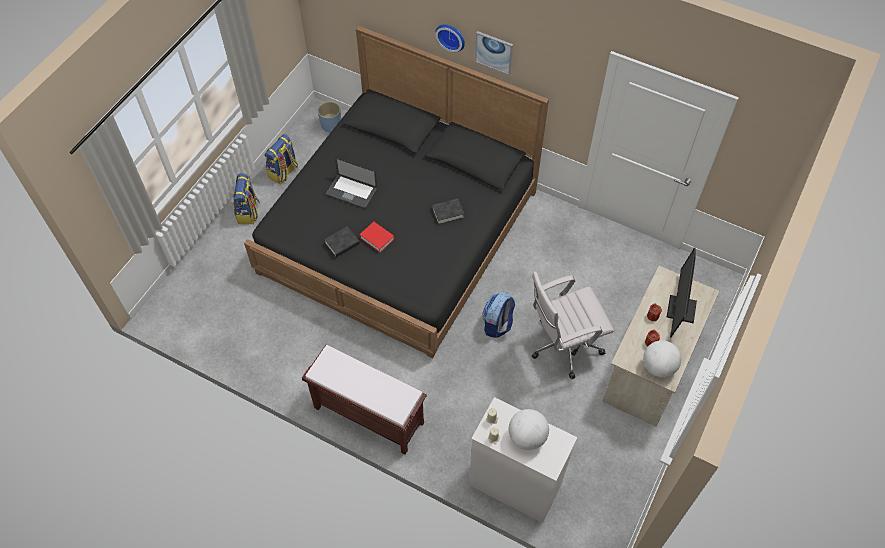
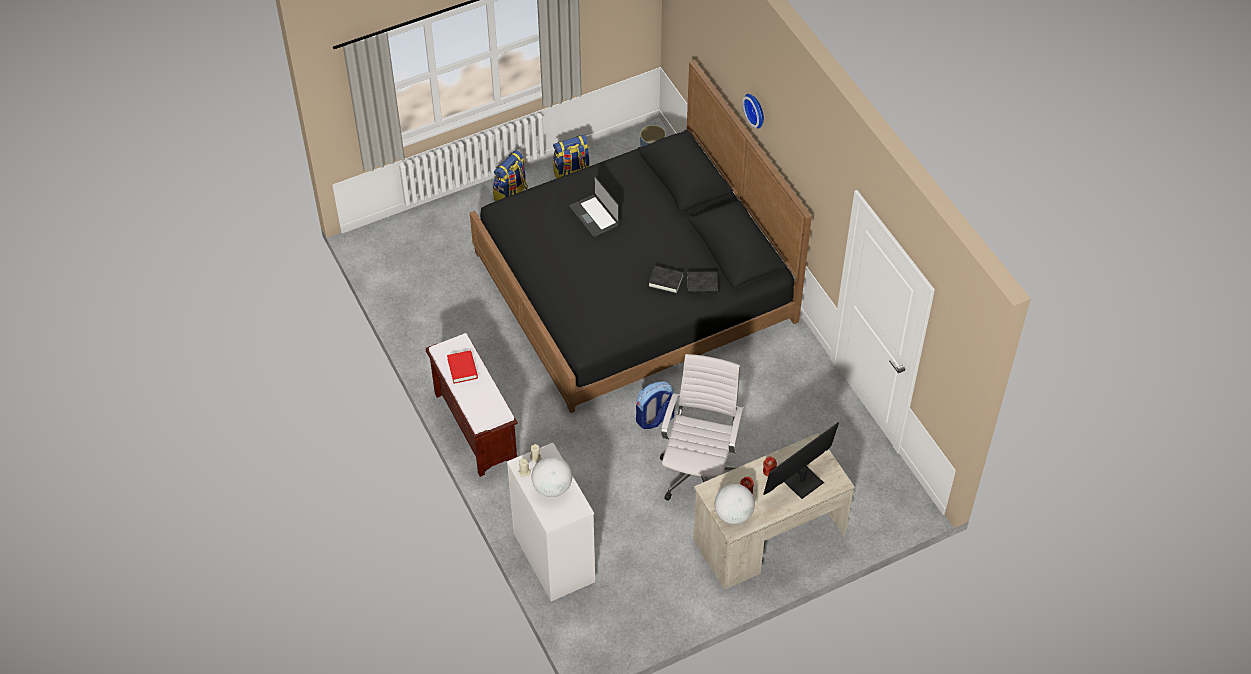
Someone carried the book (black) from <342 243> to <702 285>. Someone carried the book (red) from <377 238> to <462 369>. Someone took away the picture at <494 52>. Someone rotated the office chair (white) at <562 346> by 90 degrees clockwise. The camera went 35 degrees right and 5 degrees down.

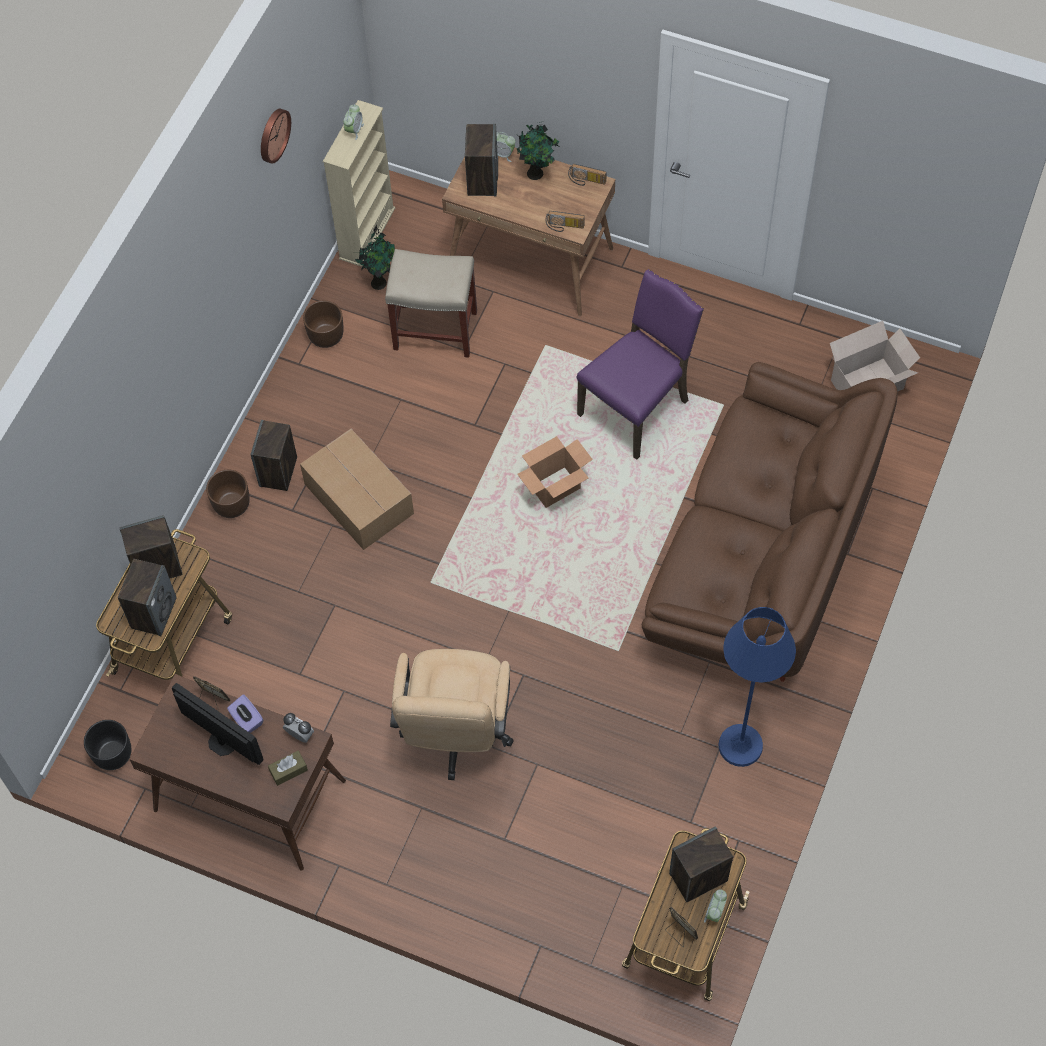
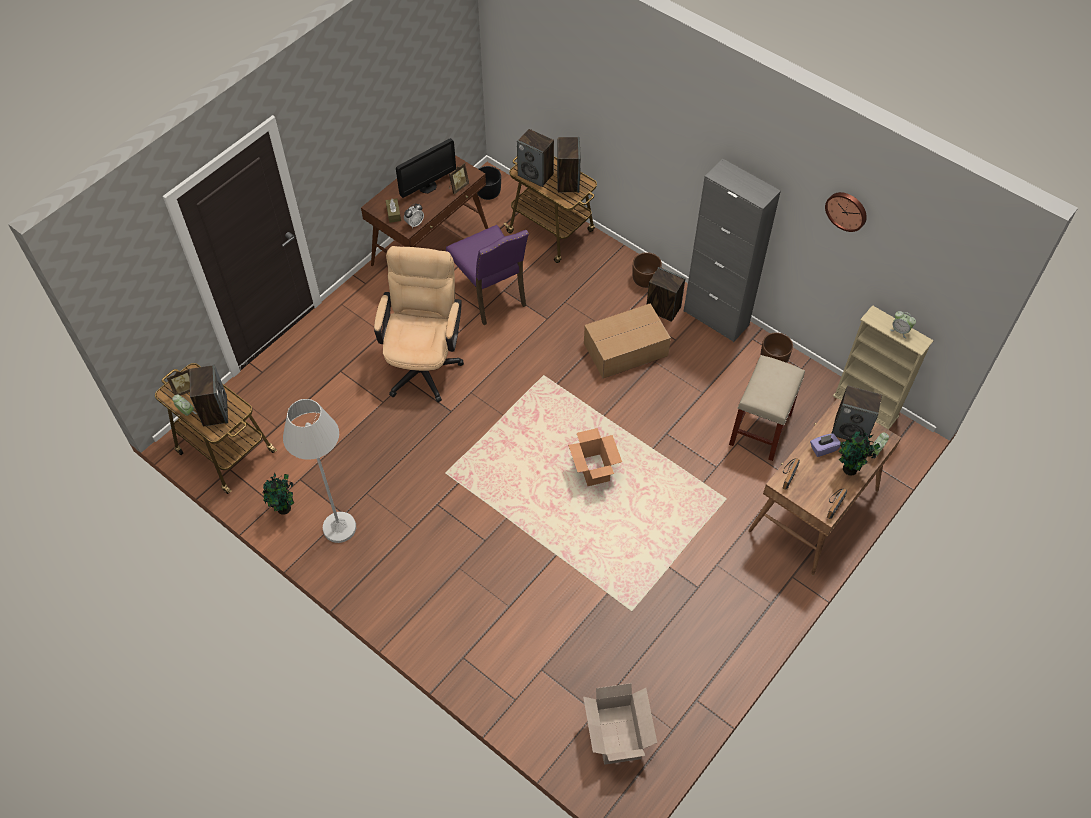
Someone carried the tissue box (purple) from <247 720> to <823 448>. Someone carried the potted plant from <379 282> to <284 509>. Someone rotated the office chair (beige) at <456 734> by 75 degrees clockwise. Someone carried the chair (purple) from <637 408> to <490 295>. Someone took away the sofa (brown) at <761 555>. Someone repainted the floor lamp (blue) at <740 746>, which became the floor lamp (white) at <339 527>. Someone put down the cabinet (grey) at <716 318>. The camera went 105 degrees right and 5 degrees down.

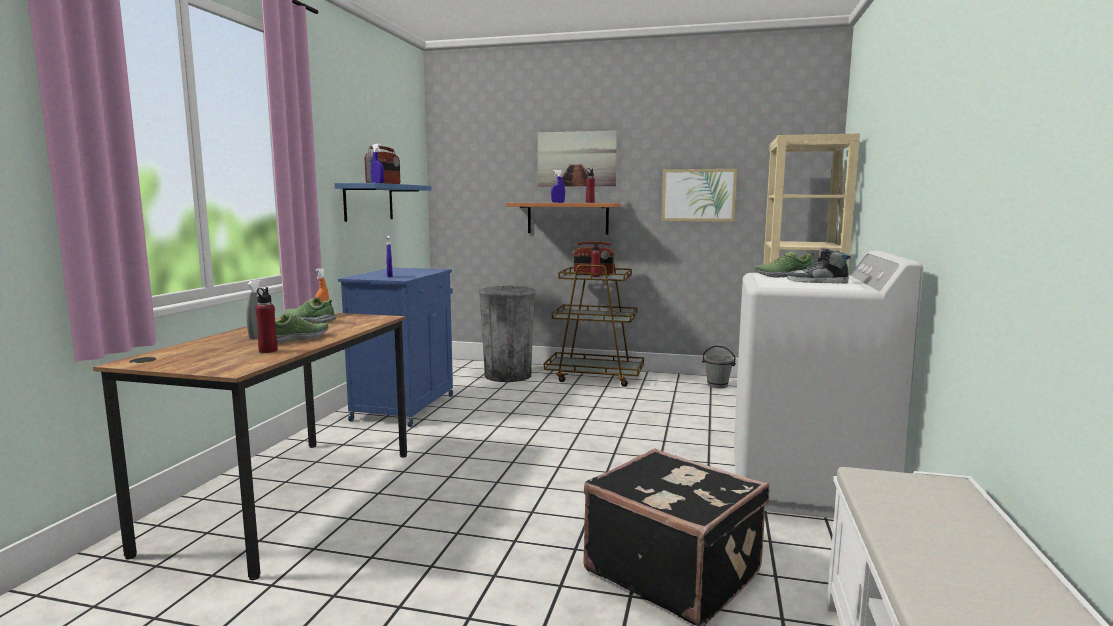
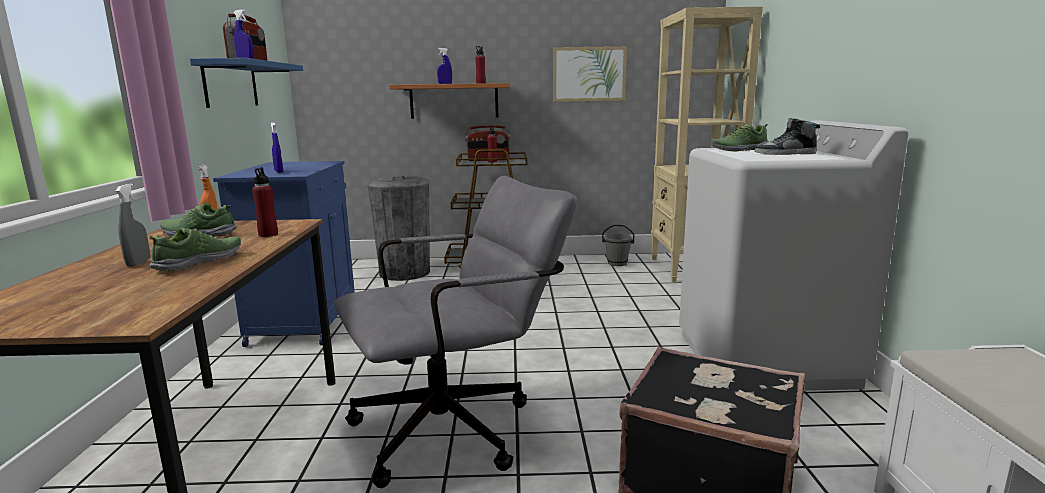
Someone carried the bottle (red) from <268 351> to <268 235>. Someone took away the picture at <576 159>. Someone put down the office chair (grey) at <458 426>. The camera went 15 degrees left and 5 degrees up.

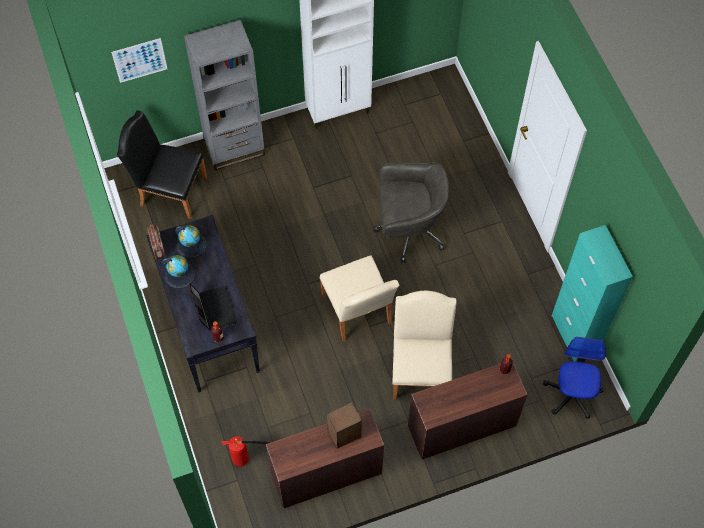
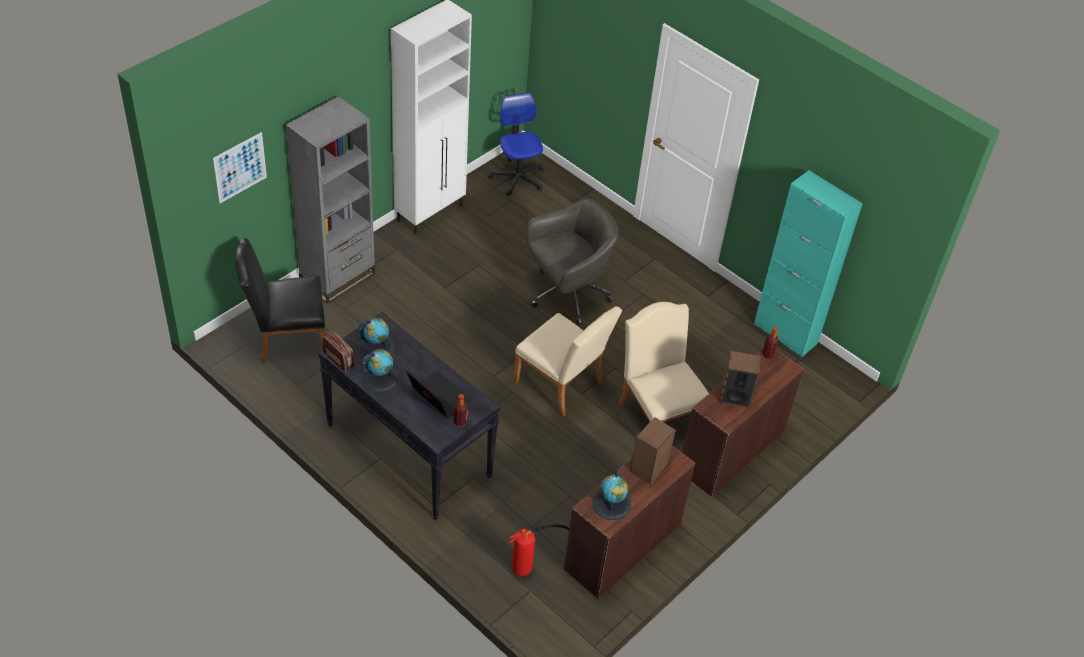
Someone carried the office chair from <572 394> to <518 178>. Someone put down the globe at <611 503>. Someone put down the speaker at <735 396>. The camera went 30 degrees left and 15 degrees down.

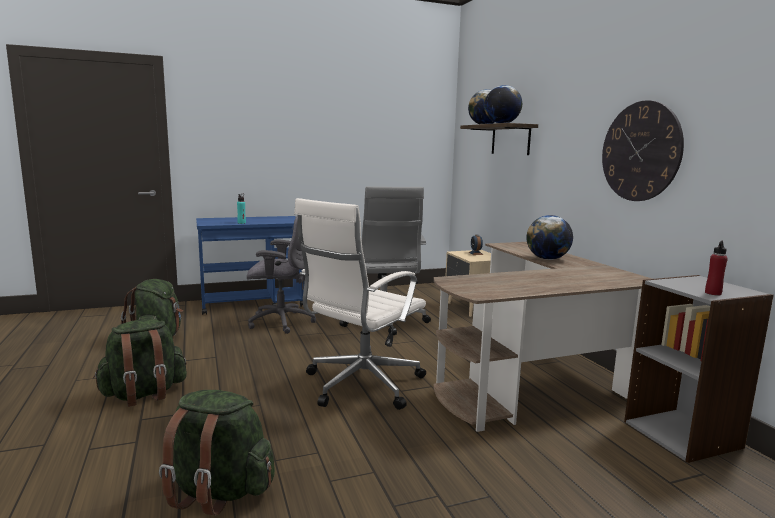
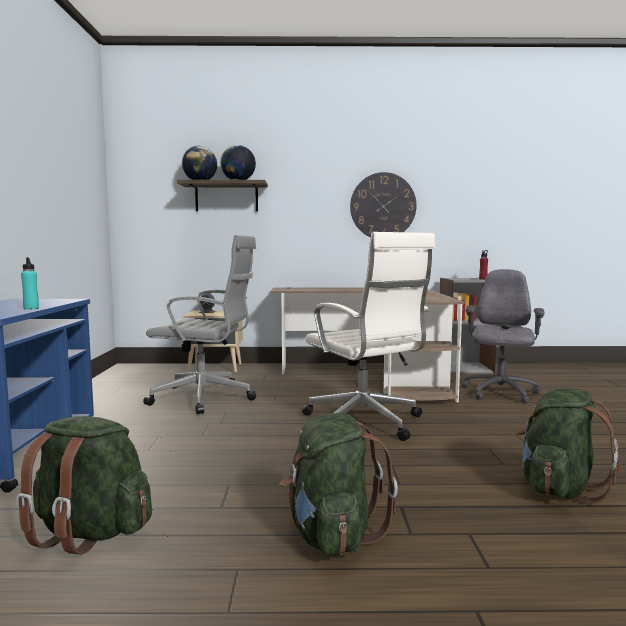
Someone carried the office chair (grey) from <280 322> to <499 393>. Someone took away the globe at <547 259>. The camera went 70 degrees left and 5 degrees down.

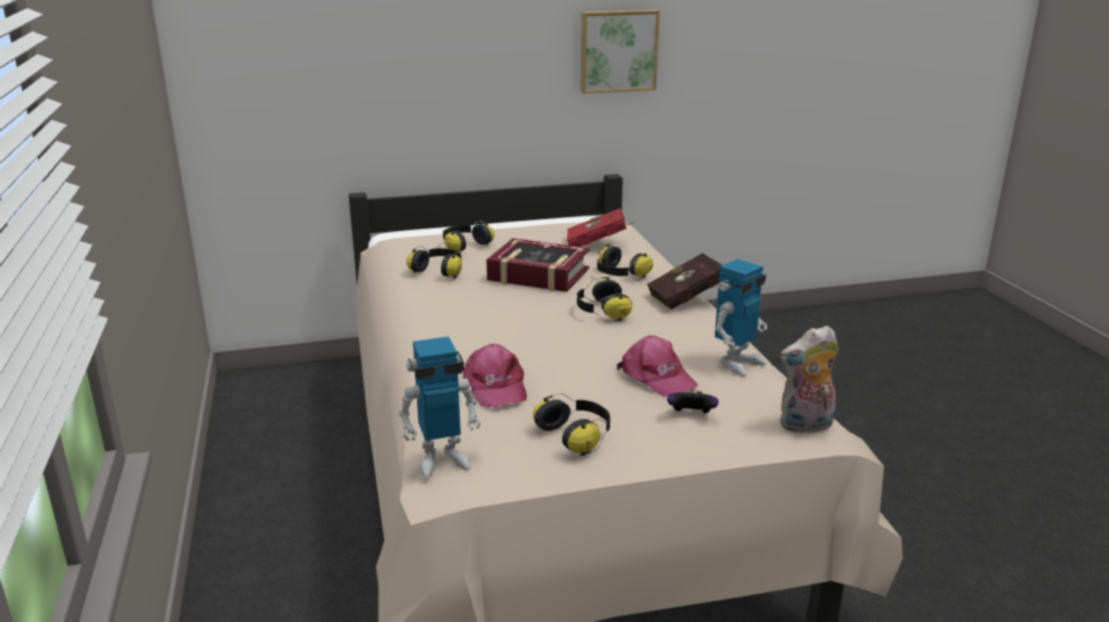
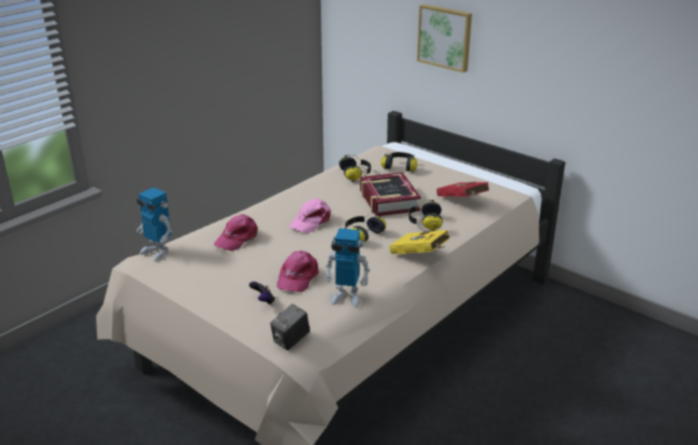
Someone took away the headphones at <576 436>. Someone carried the picture from <618 51> to <445 37>. Someone repainted the book (red) at <690 299>, which became the book (yellow) at <420 255>. Someone swapped the plush toy at <805 426> for the photo camera at <291 341>. Someone put down the cap (pink) at <311 221>. The camera went 55 degrees right and 5 degrees up.

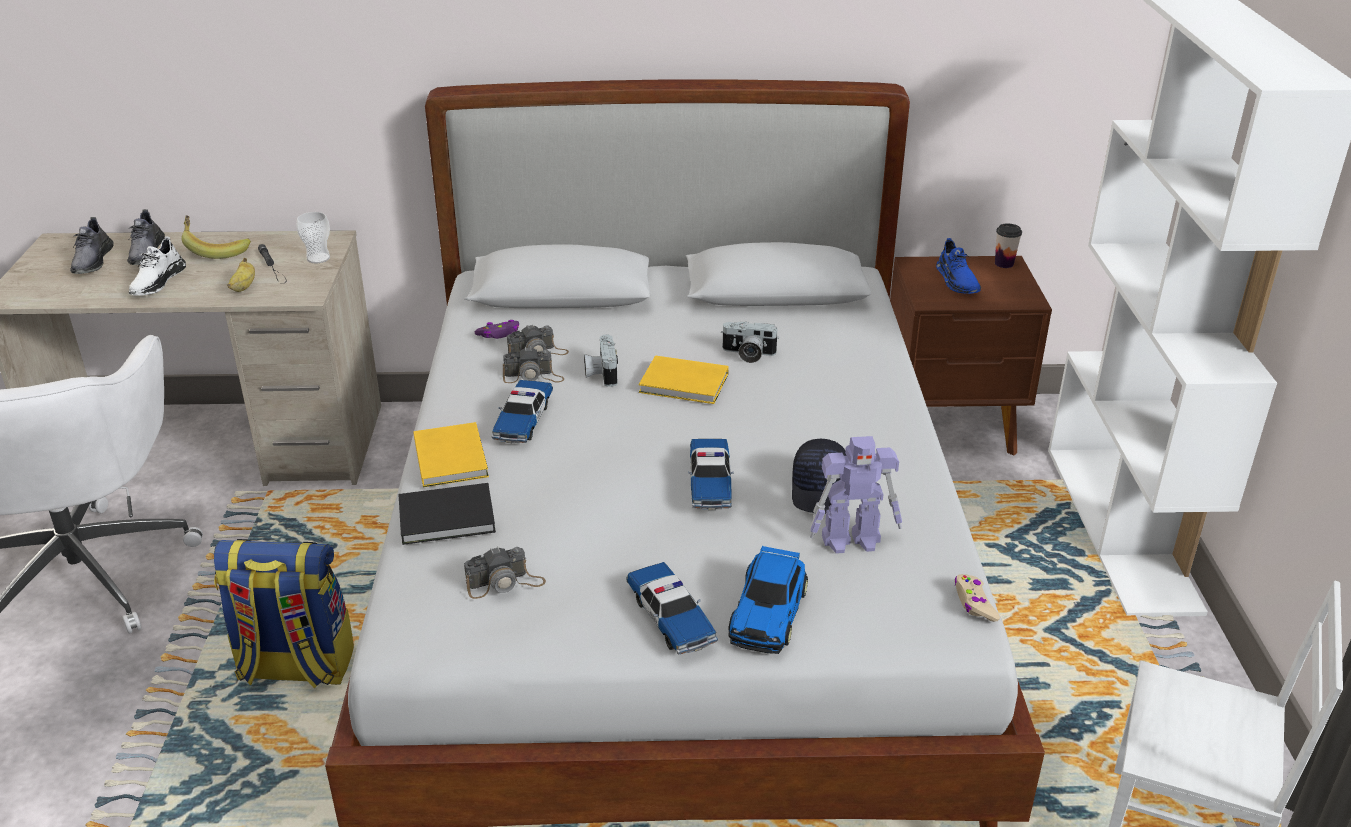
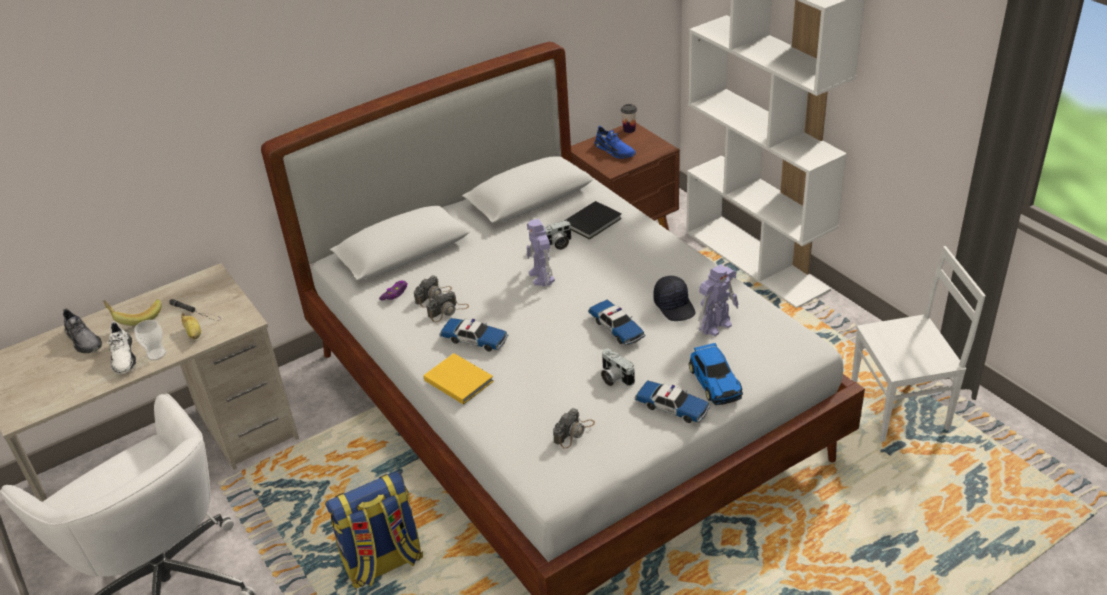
Someone took away the shoe (grey) at <92 261>. Someone carried the cup from <318 258> to <156 354>. Someone carried the book (black) from <449 518> to <594 222>. Someone rotated the toy car at <523 420> by 45 degrees counterclockwise. Someone carried the photo camera from <601 373> to <614 377>. Someone swapped the book (yellow) at <685 384> for the toy robot at <542 277>. Someone took away the game controller (beige) at <974 603>. The camera went 30 degrees left and 5 degrees up.

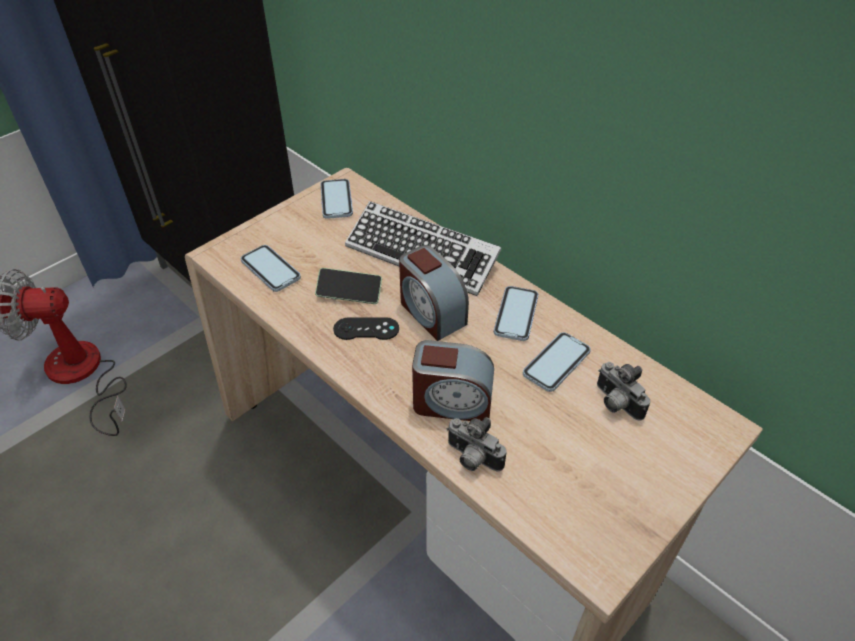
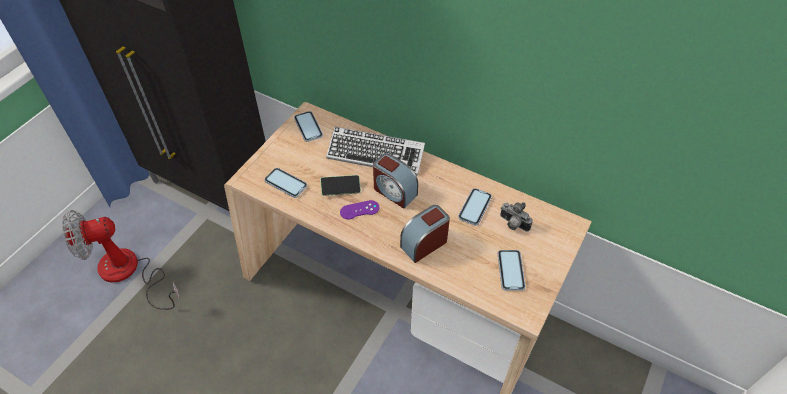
Someone repainted the game controller (black) at <366 329>, which became the game controller (purple) at <359 210>. Someone rotated the alarm clock at <452 402> by 150 degrees clockwise. Someone took away the photo camera at <472 459>. Someone carried the phone from <516 315> to <510 271>. The camera went 15 degrees left and 5 degrees up.

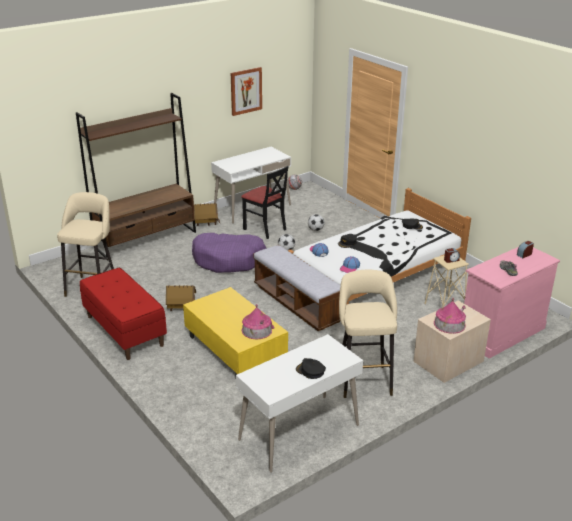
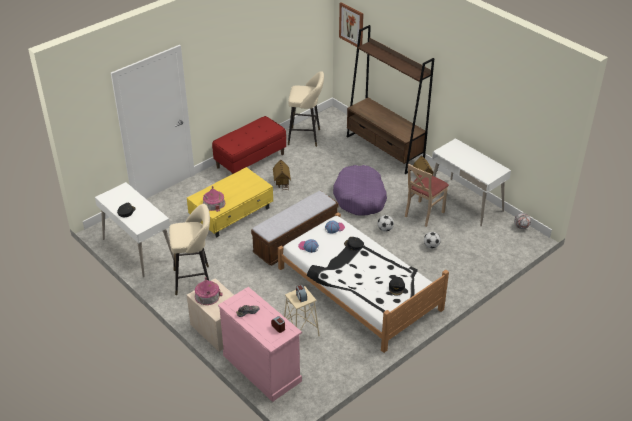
Someone carried the picture from <246 91> to <351 25>. Someone repainted the chair (black) at <265 229>, which became the chair (beige) at <423 213>. The camera went 85 degrees right and 10 degrees up.

